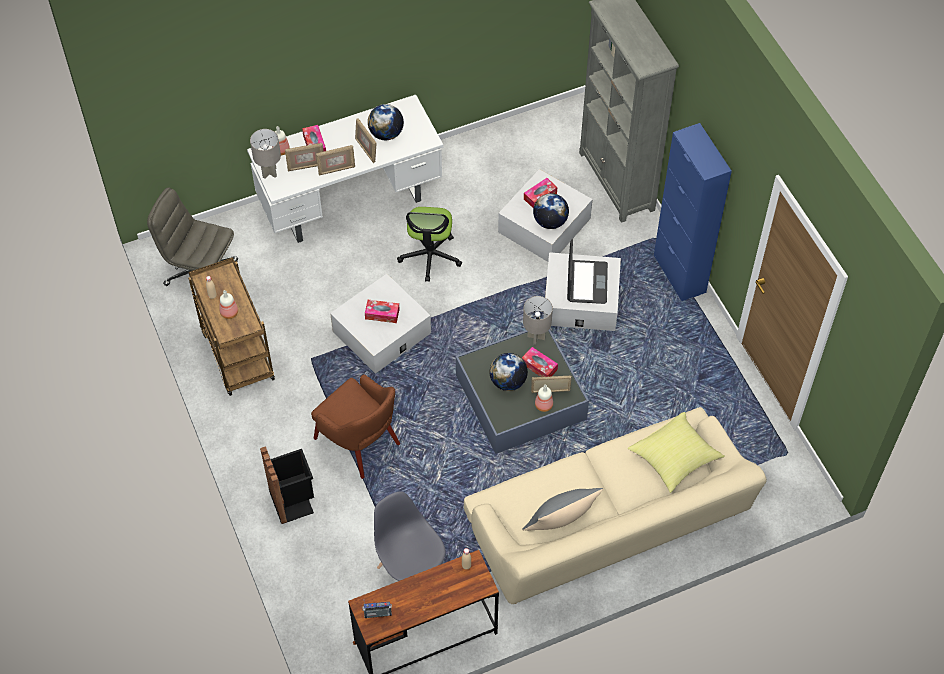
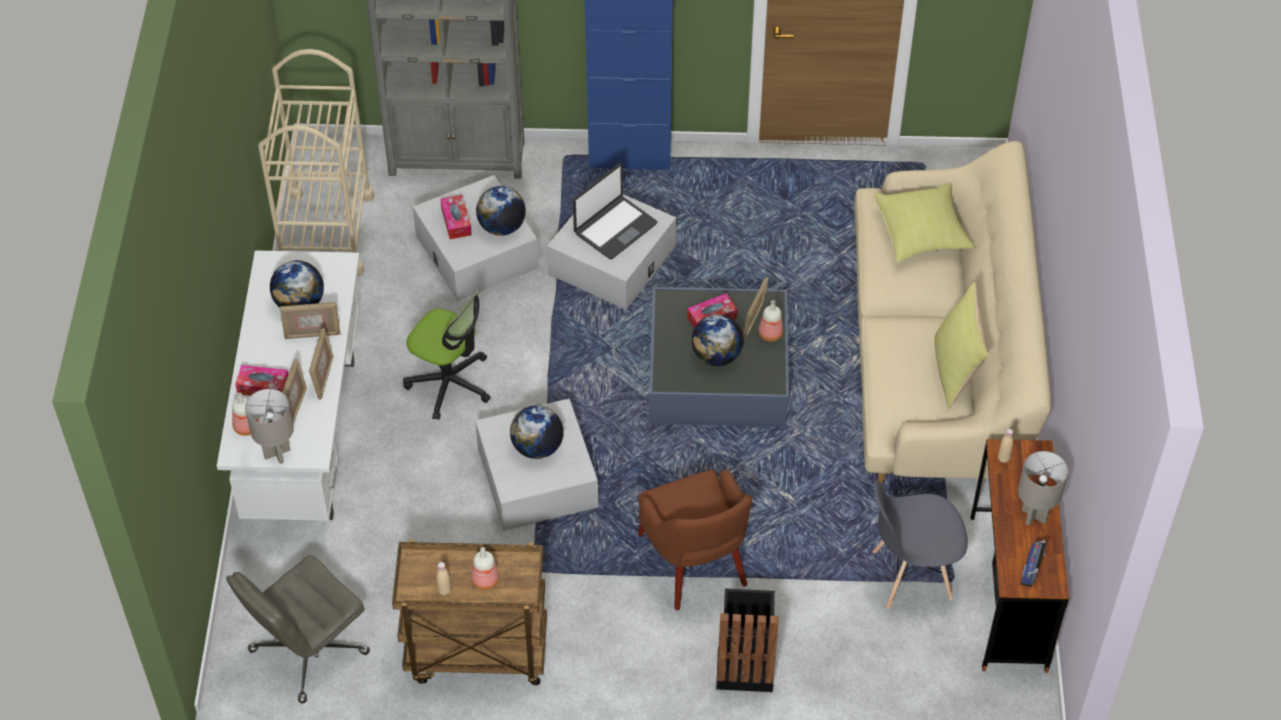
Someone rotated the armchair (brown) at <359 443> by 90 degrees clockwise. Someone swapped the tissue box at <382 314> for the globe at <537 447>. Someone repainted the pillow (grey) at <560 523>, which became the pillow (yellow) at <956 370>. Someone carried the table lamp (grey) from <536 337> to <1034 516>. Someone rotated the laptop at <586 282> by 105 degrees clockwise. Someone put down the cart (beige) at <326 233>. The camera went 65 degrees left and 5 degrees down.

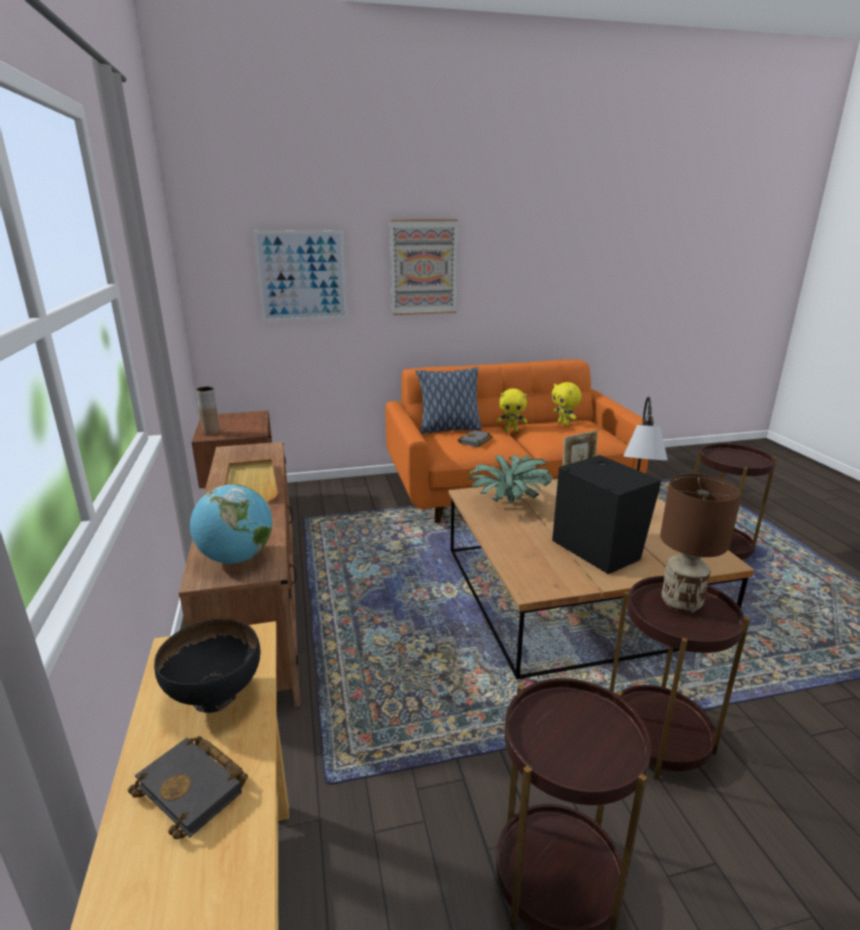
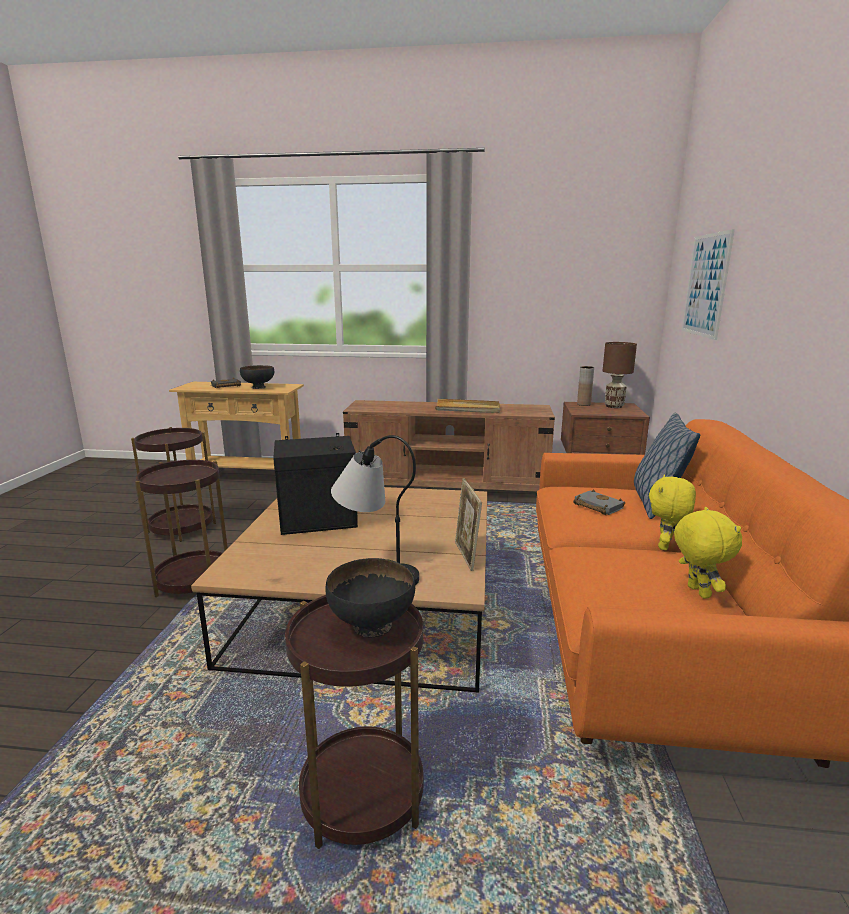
Someone took away the globe at <236 558>. Someone took away the picture at <423 267>. Someone took away the potted plant at <509 504>. Someone rotated the plush toy (yellow) at <564 424> by 90 degrees clockwise. Someone carried the table lamp (brown) from <681 603> to <614 406>. Someone put down the bowl (black) at <371 626>. The camera went 110 degrees right and 5 degrees down.

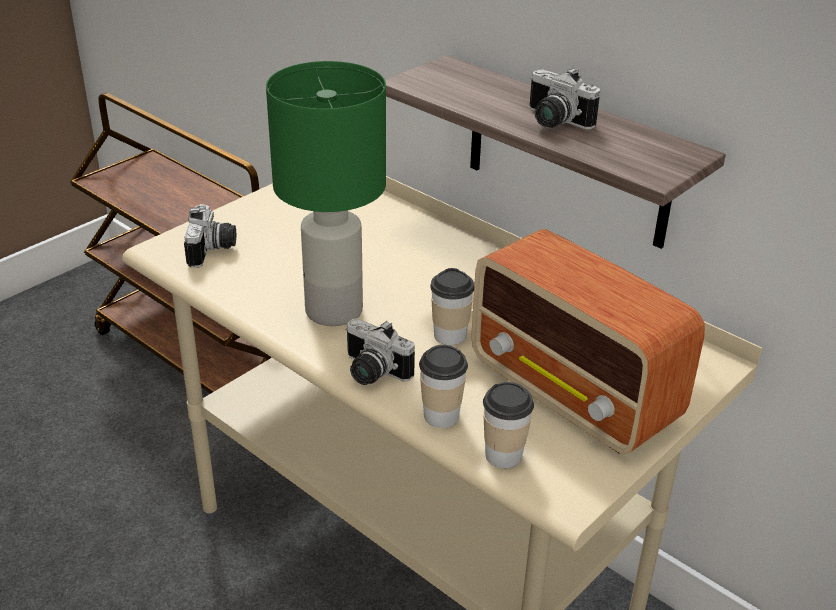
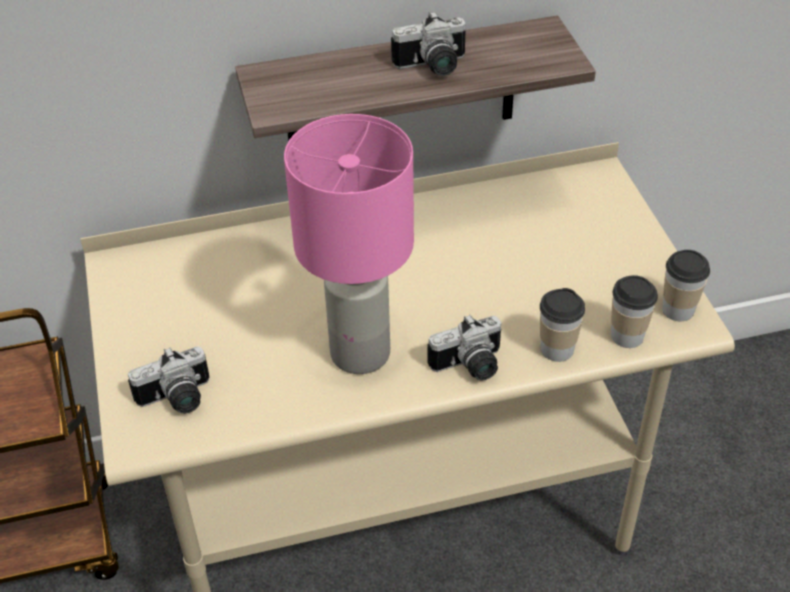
Someone rotated the photo camera at <213 250> by 120 degrees clockwise. Someone repainted the table lamp (green) at <333 311>, which became the table lamp (pink) at <361 354>. Someone carried the cup from <450 335> to <678 309>. Someone took away the radio at <574 394>. The camera went 55 degrees left and 10 degrees up.

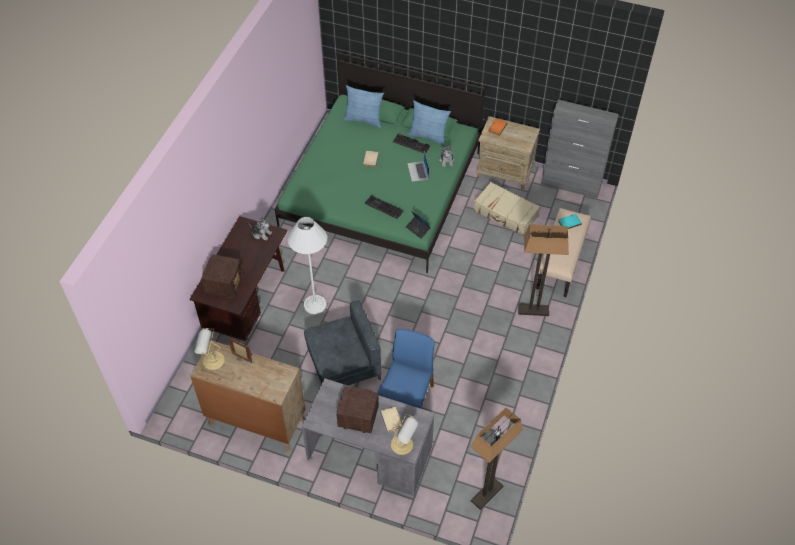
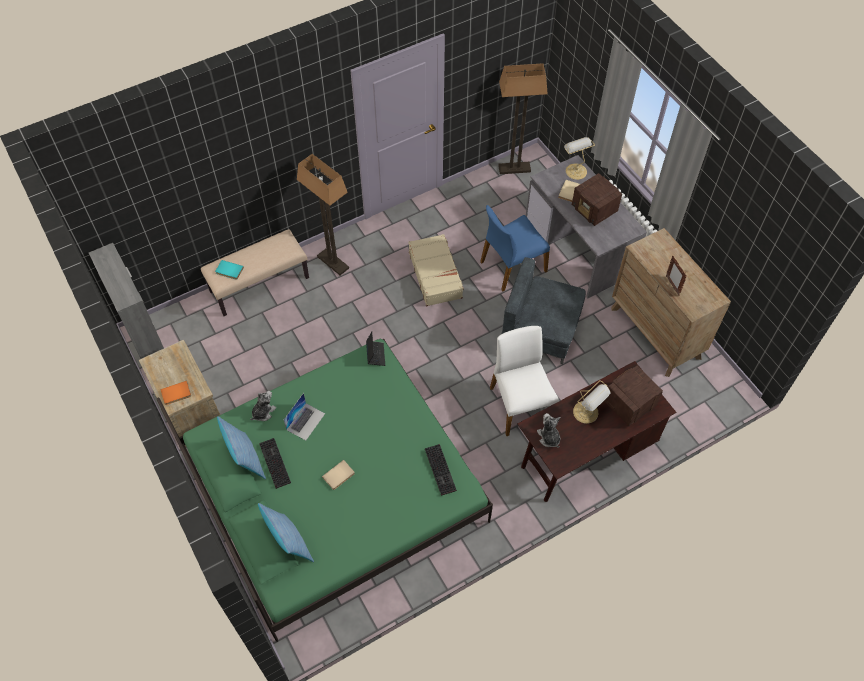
Someone carried the table lamp from <212 360> to <587 413>. Someone swapped the floor lamp (white) at <315 304> for the chair (white) at <520 404>. Someone carried the keyboard from <383 207> to <441 470>. Someone carried the suitcase (beige) from <505 214> to <435 275>. The camera went 140 degrees left and 5 degrees up.

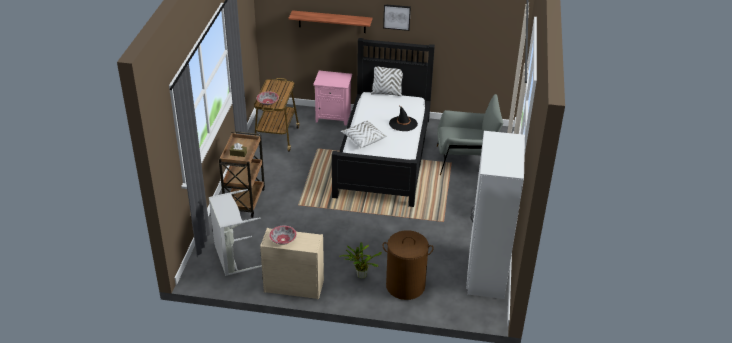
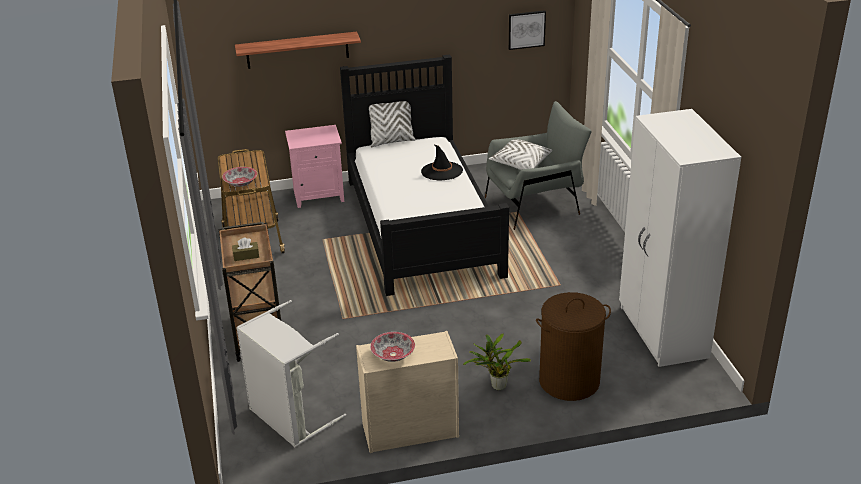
Someone carried the pillow (white) from <363 139> to <520 163>. Someone carried the picture from <397 17> to <526 29>. The camera went 20 degrees left and 5 degrees down.

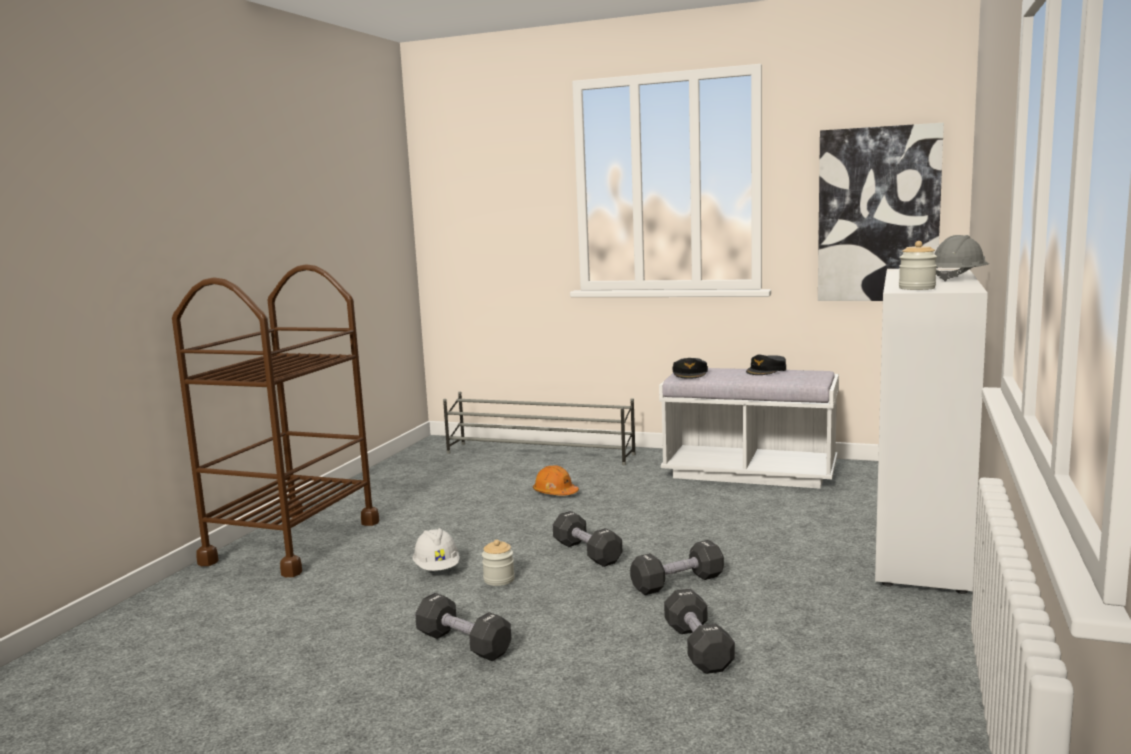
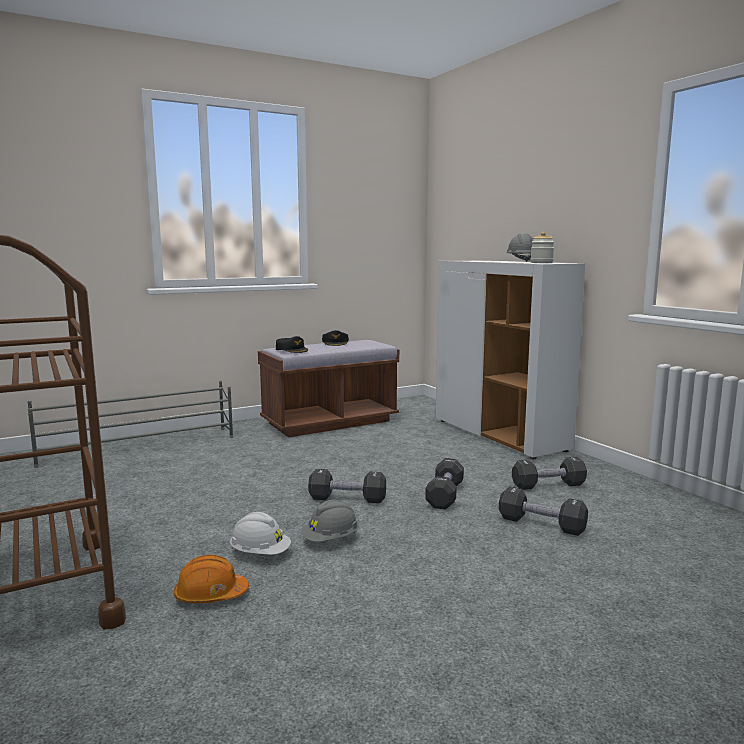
Someone carried the dumbbell (black) from <463 644> to <548 485>. Someone swapped the jar at <499 579> for the hard hat (grey) at <331 540>. Someone carried the hard hat (orange) from <555 493> to <210 595>. Someone repainted the bench (white) at <749 473>, which became the bench (brown) at <329 422>. Someone took away the picture at <878 215>. The camera went 50 degrees left and 0 degrees up.

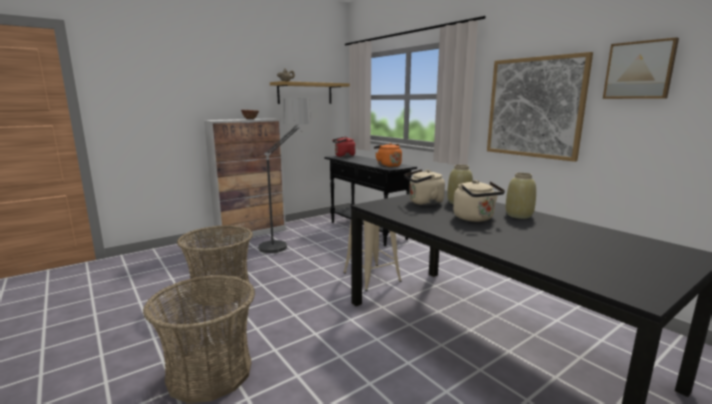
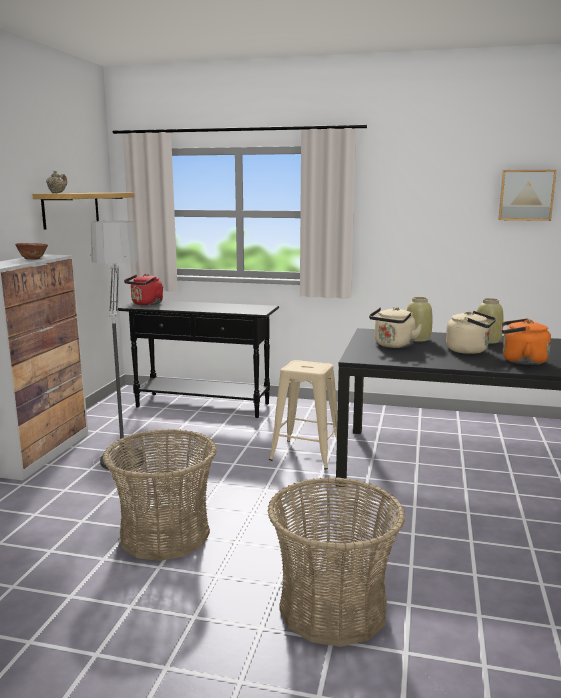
Someone carried the kettle (orange) from <388 166> to <521 361>. Someone took away the picture at <534 107>. The camera went 40 degrees left and 0 degrees up.

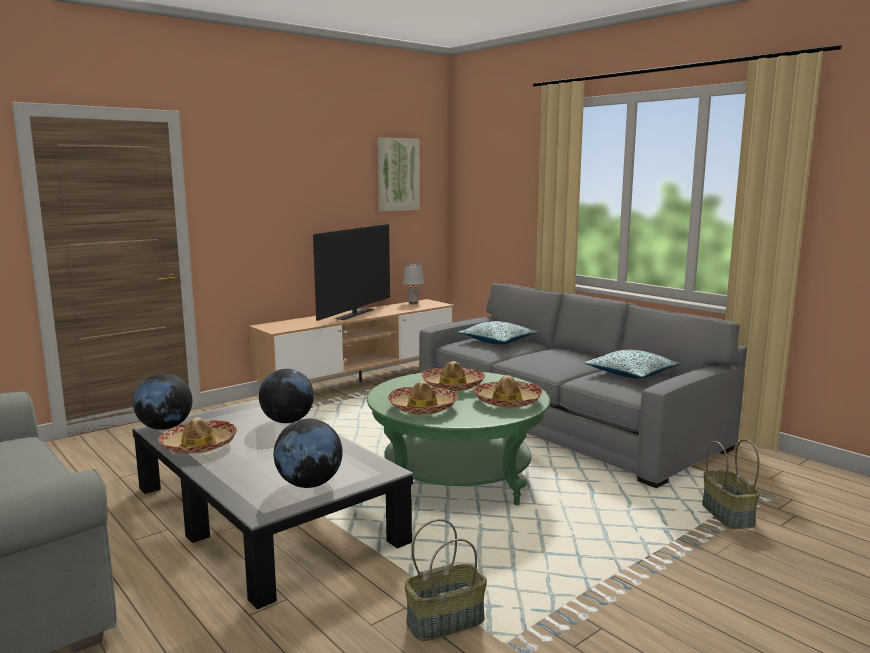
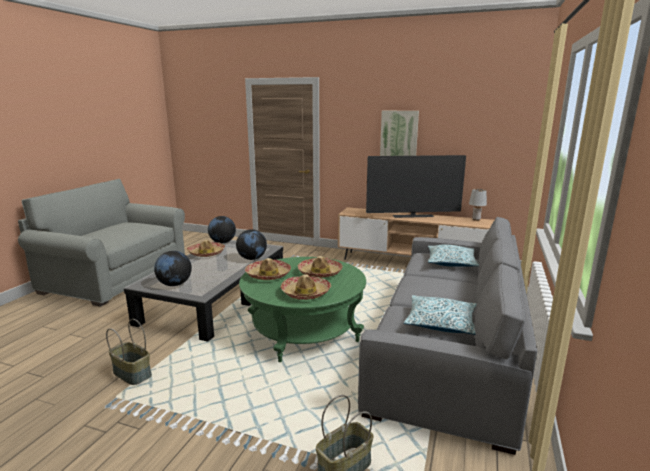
Someone carried the picture from <397 174> to <399 137>. The camera went 60 degrees right and 5 degrees up.

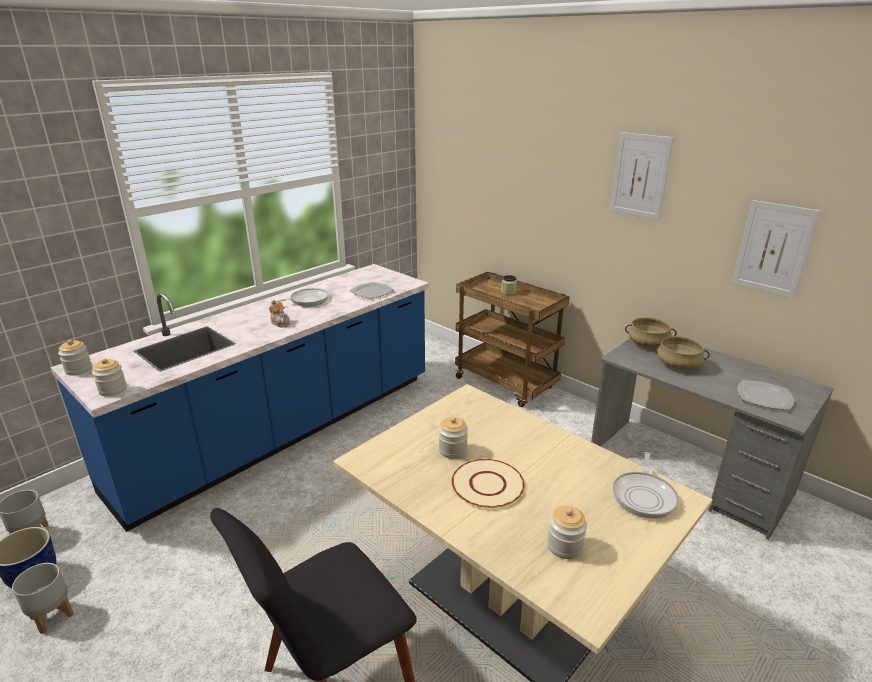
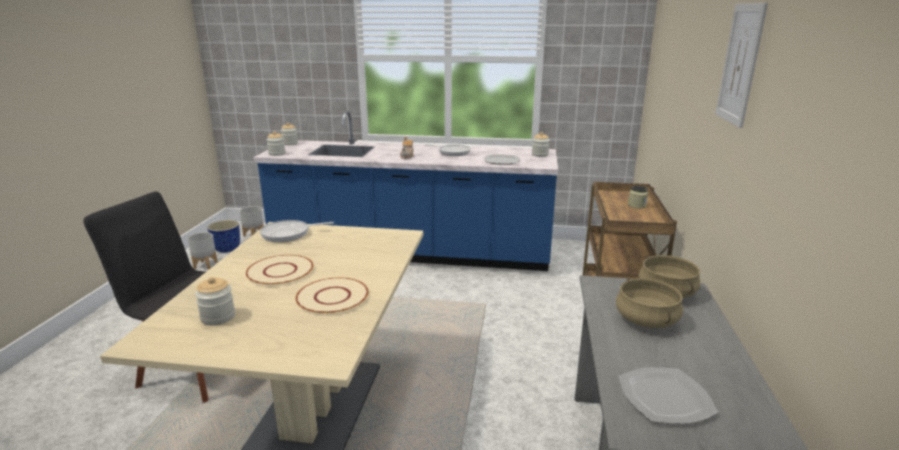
Someone carried the jar from <452 450> to <540 155>. Someone carried the frying pan from <644 495> to <288 234>. Someone took away the picture at <773 249>. Someone put down the plate (beige) at <333 297>. The camera went 55 degrees right and 5 degrees down.

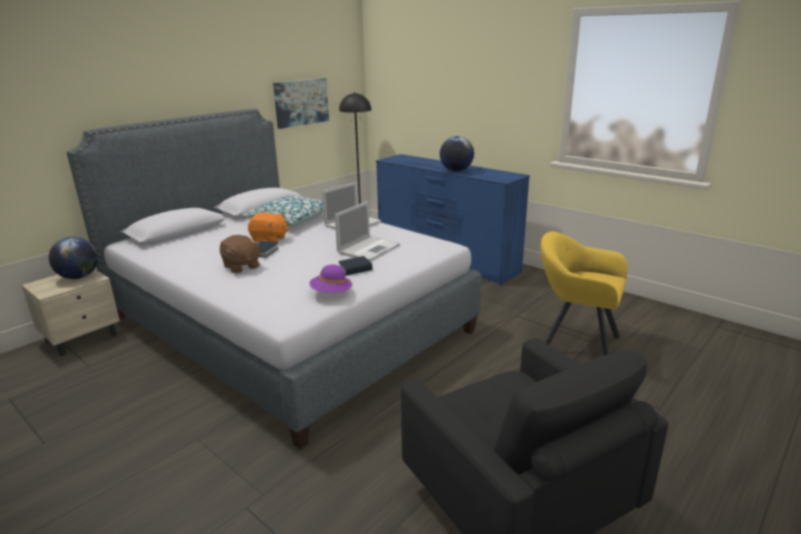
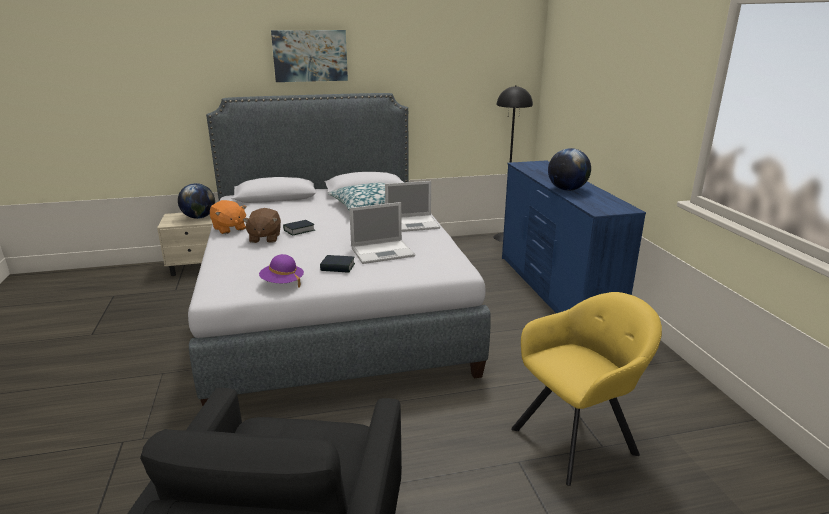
Someone carried the plush toy (orange) from <269 239> to <229 229>. Someone carried the picture from <301 102> to <310 56>. Someone rotated the armchair (yellow) at <575 343> by 90 degrees clockwise. The camera went 35 degrees right and 0 degrees up.

